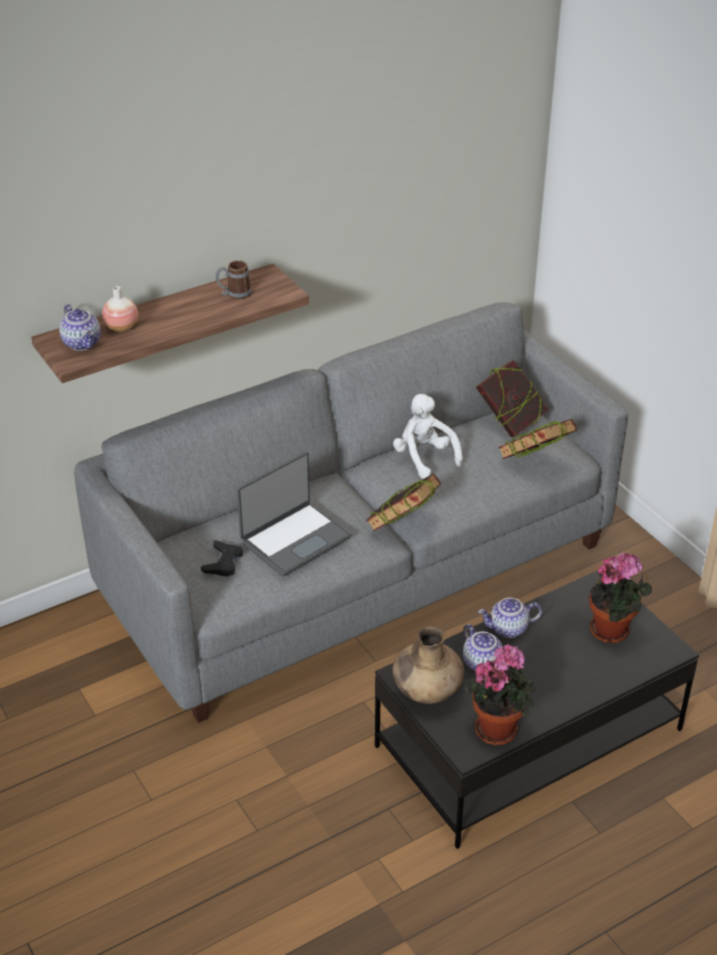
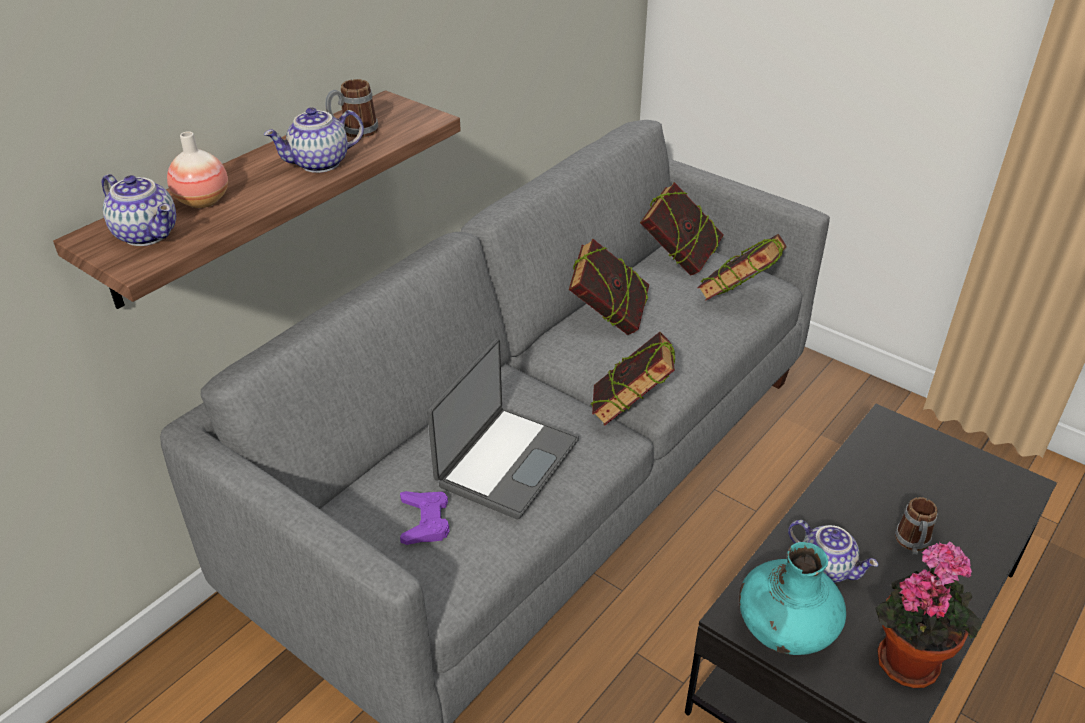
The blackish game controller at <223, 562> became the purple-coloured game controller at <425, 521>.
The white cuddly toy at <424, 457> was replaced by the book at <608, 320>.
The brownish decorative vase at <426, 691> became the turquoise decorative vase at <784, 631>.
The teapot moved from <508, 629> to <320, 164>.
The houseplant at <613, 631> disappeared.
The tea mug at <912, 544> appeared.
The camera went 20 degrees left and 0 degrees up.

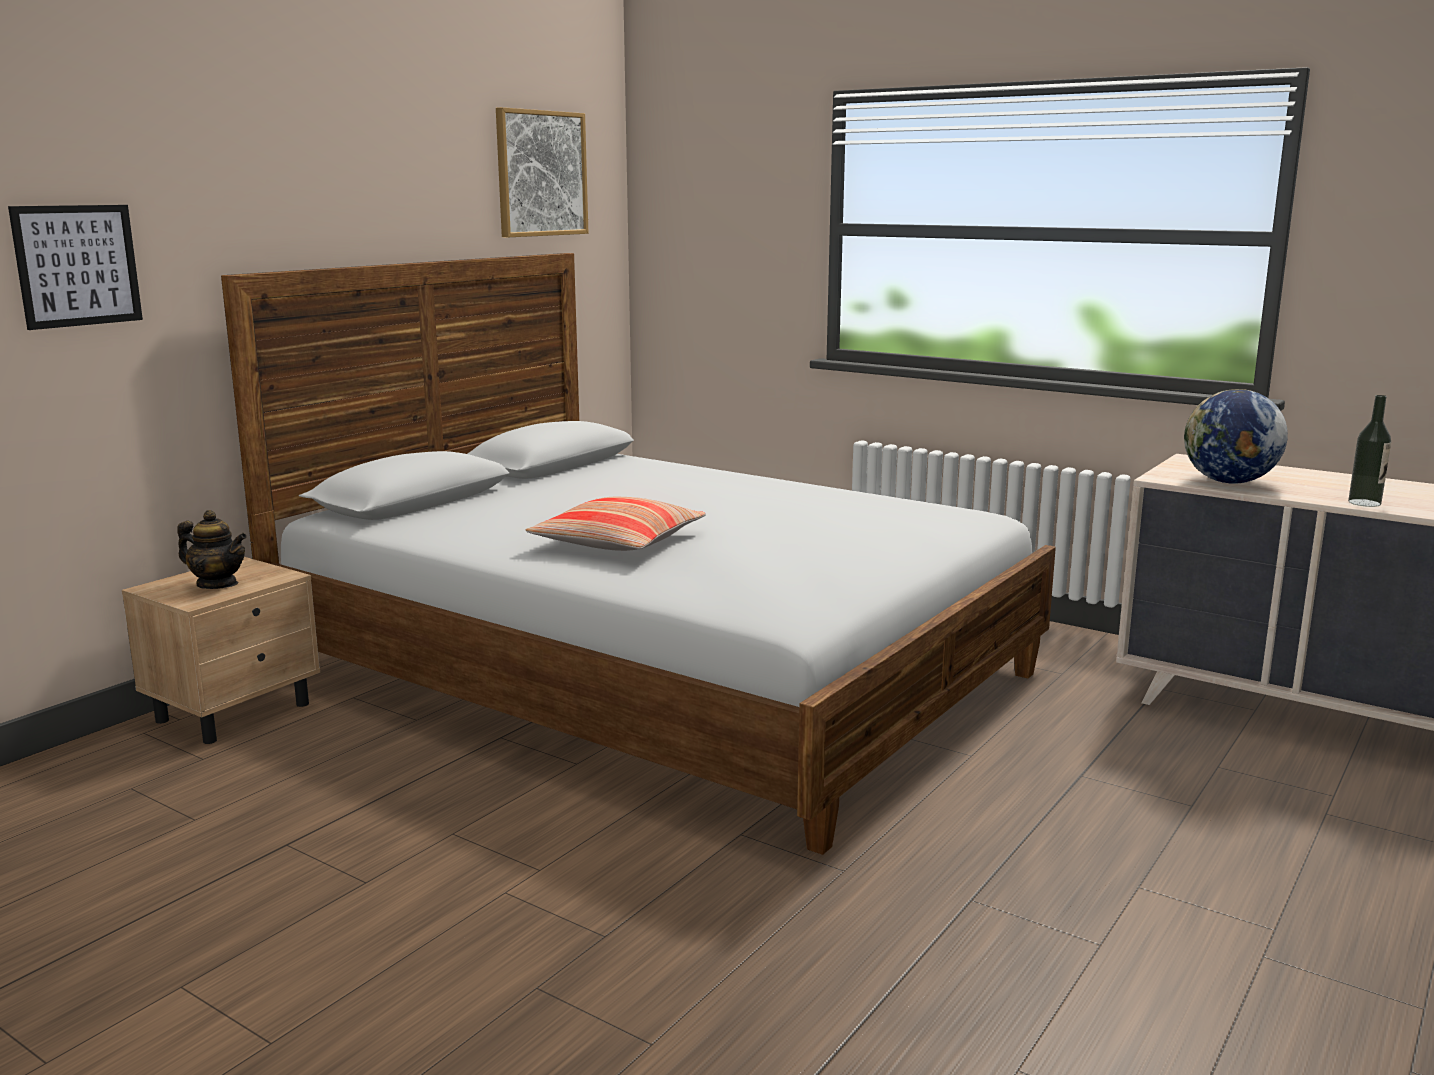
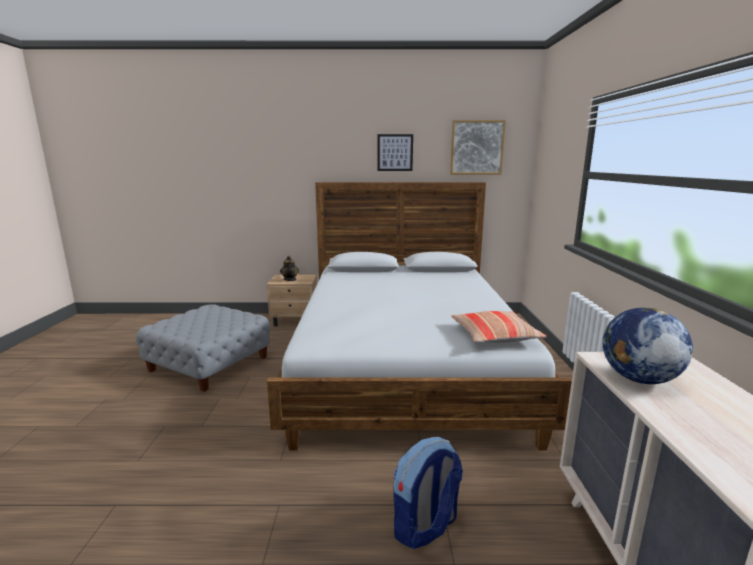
The wall art moved from <77, 265> to <395, 152>.
The pillow moved from <618, 542> to <494, 335>.
The bottle at <1364, 503> disappeared.
The grey ottoman at <209, 364> appeared.
The backpack at <425, 527> appeared.
The camera went 55 degrees right and 0 degrees up.

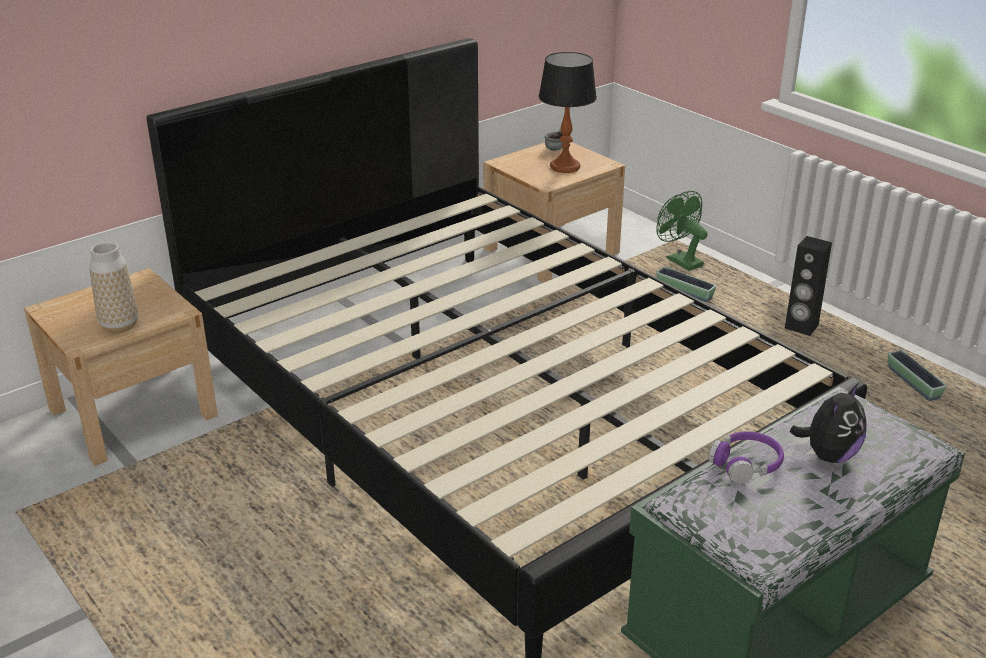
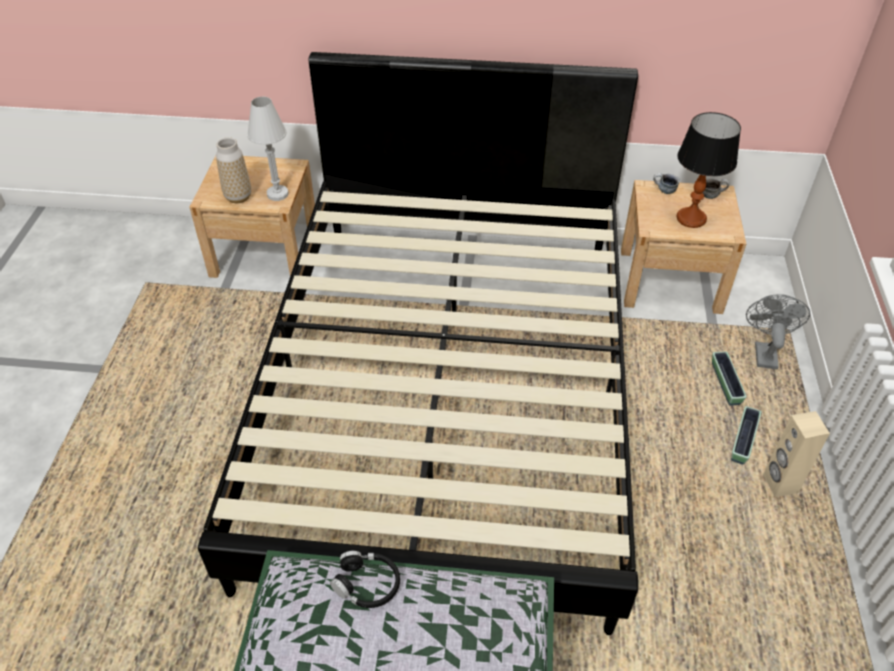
The greenish electric fan at <679, 260> became the grey electric fan at <764, 352>.
The purple-coloured pair of headphones at <746, 464> became the blackish pair of headphones at <367, 584>.
The blackish audio speaker at <801, 328> became the beige-coloured audio speaker at <779, 484>.
The cuddly toy at <828, 455> disappeared.
The planter moved from <913, 384> to <743, 441>.
The white tabletop lamp at <277, 194> appeared.
The tea mug at <663, 191> appeared.
The camera went 45 degrees right and 15 degrees up.

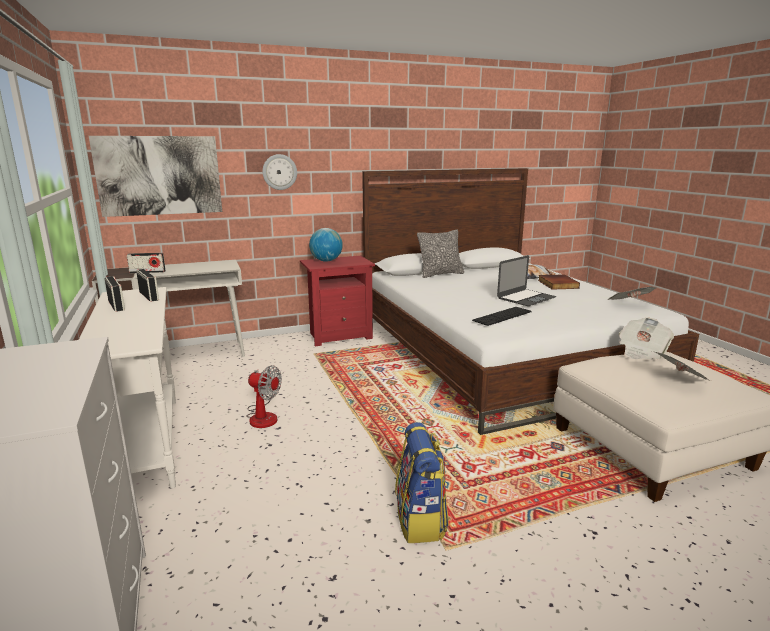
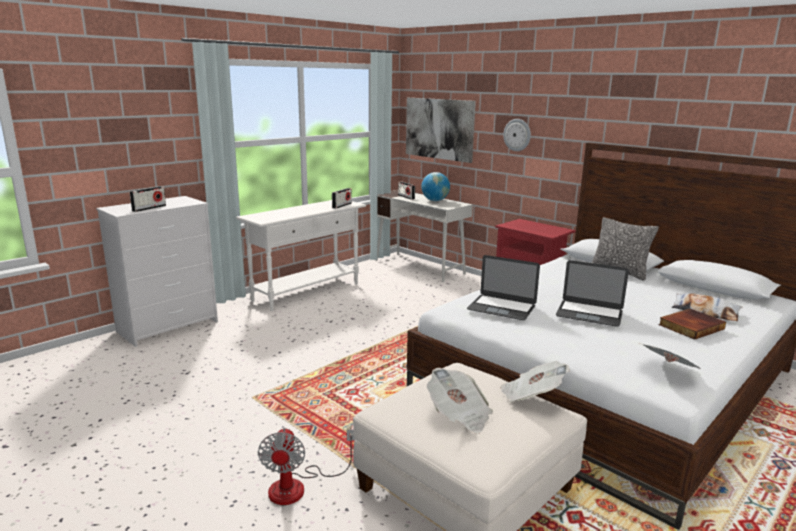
The radio moved from <116, 305> to <149, 208>.
The electric fan moved from <263, 415> to <298, 486>.
The world globe moved from <326, 261> to <435, 200>.
The backpack at <421, 520> disappeared.
The computer keyboard at <502, 316> was replaced by the notebook computer at <501, 307>.
The camera went 65 degrees right and 0 degrees up.

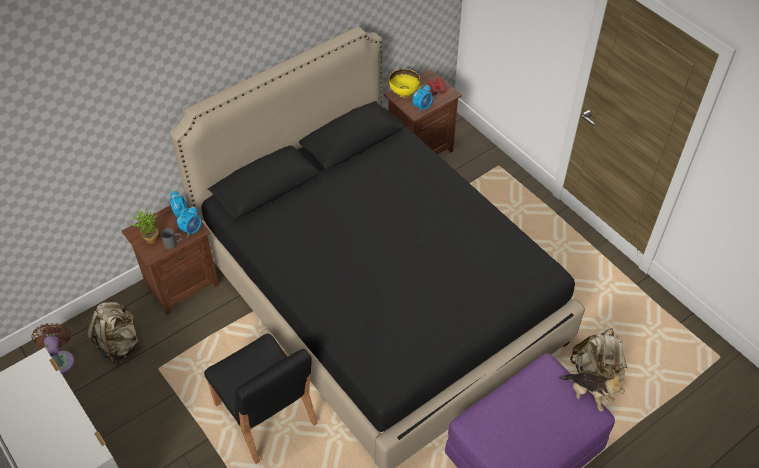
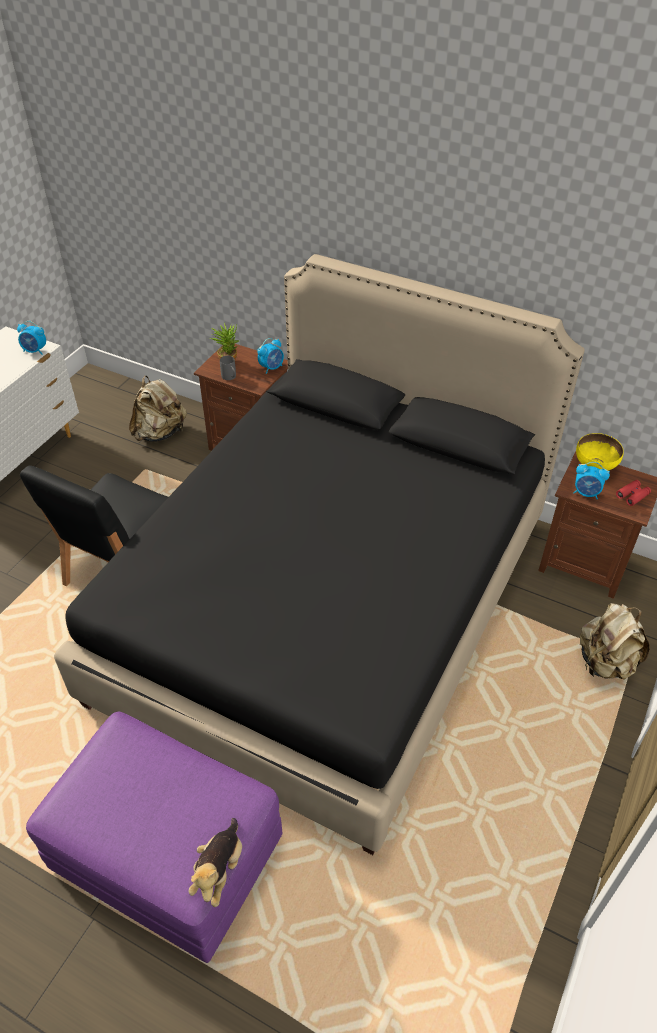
The brownish electric fan at <60, 360> disappeared.
The alarm clock moved from <191, 230> to <35, 351>.
The beige-coloured backpack moved from <596, 371> to <605, 663>.
The camera went 65 degrees right and 5 degrees down.

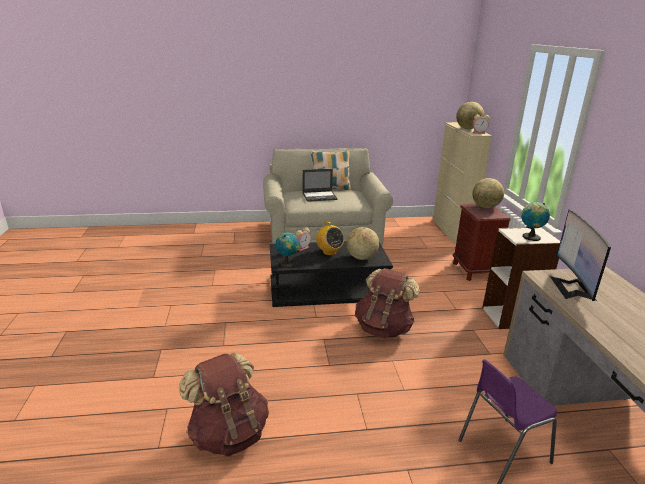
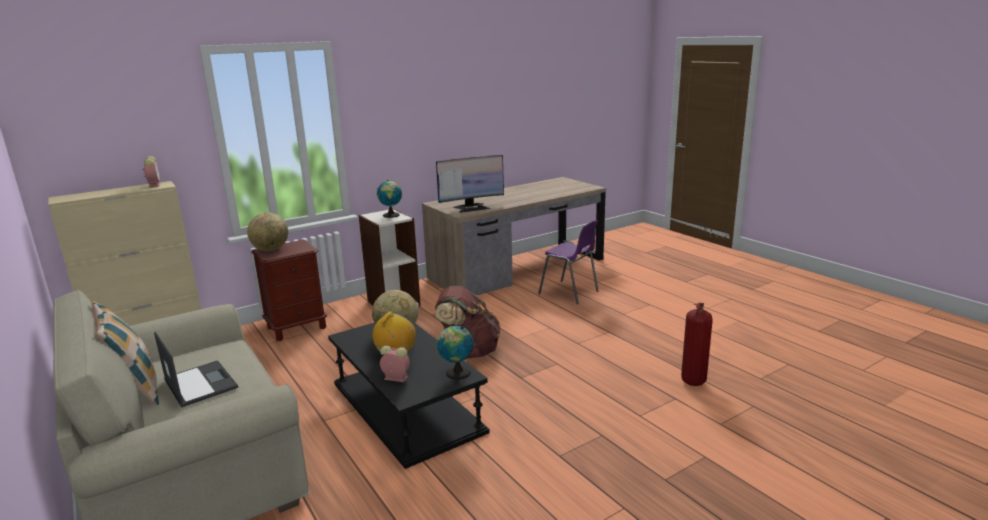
The brownish backpack at <228, 433> was replaced by the fire extinguisher at <693, 381>.
The world globe at <468, 129> disappeared.
The camera went 115 degrees left and 5 degrees down.

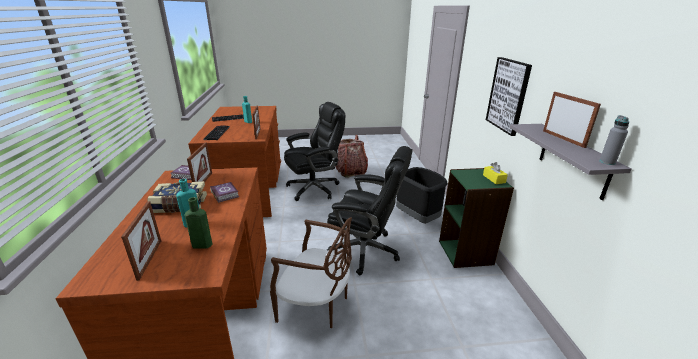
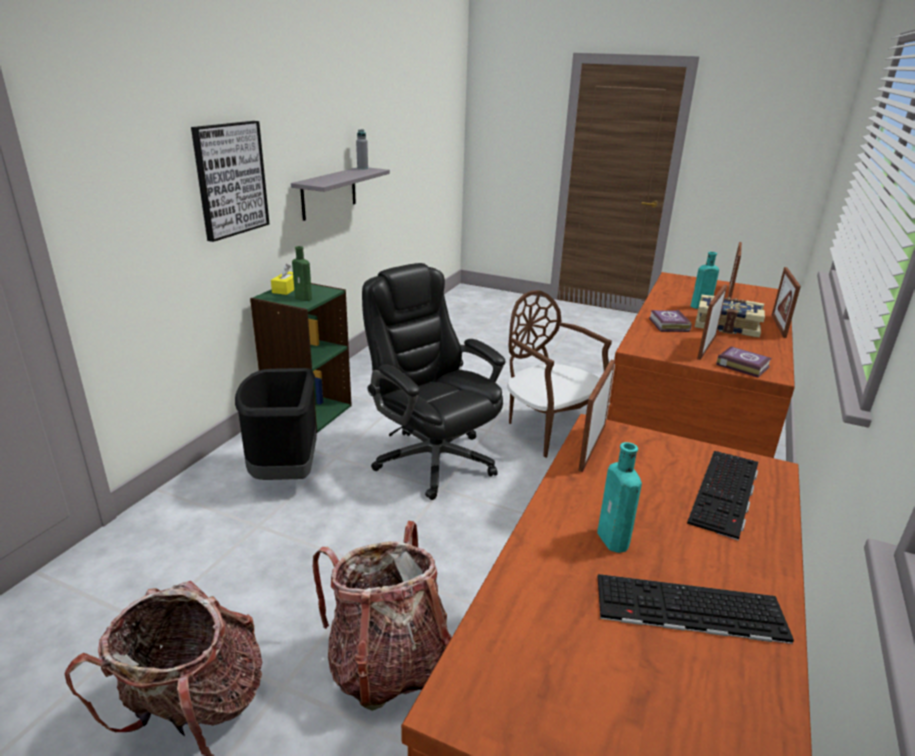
The greenish bottle moved from <200, 245> to <304, 298>.
The blackish office chair at <314, 188> was replaced by the backpack at <388, 664>.
The picture frame moved from <563, 139> to <778, 326>.
The camera went 150 degrees left and 0 degrees up.

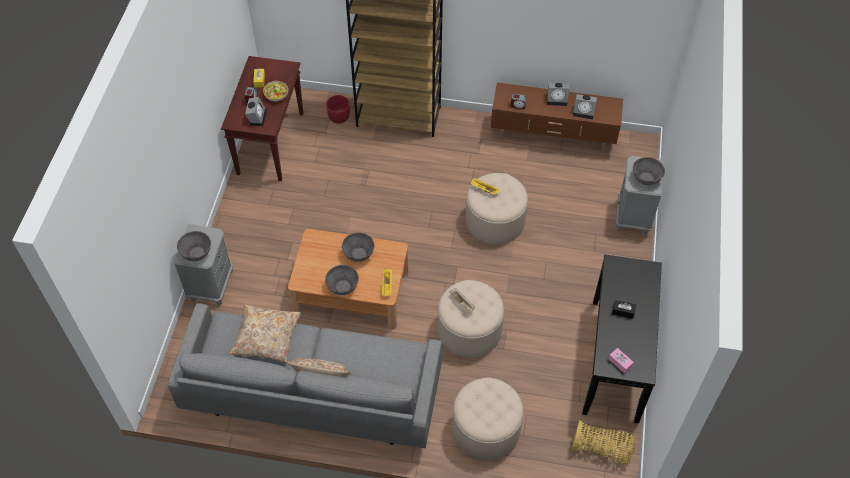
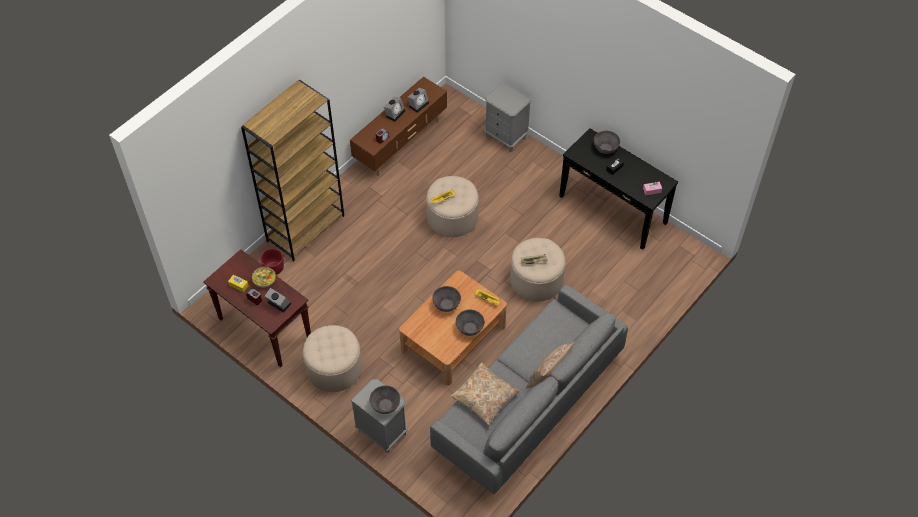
The beige-coloured ottoman moved from <486, 429> to <334, 368>.
The basket at <602, 449> disappeared.
The grey serving bowl moved from <646, 178> to <605, 148>.
The camera went 60 degrees left and 0 degrees up.

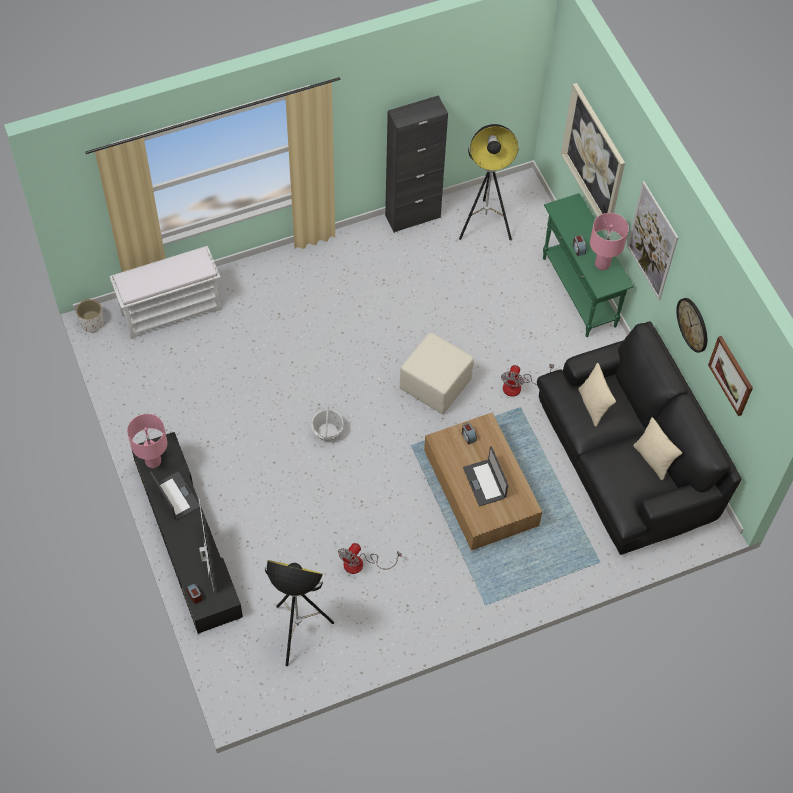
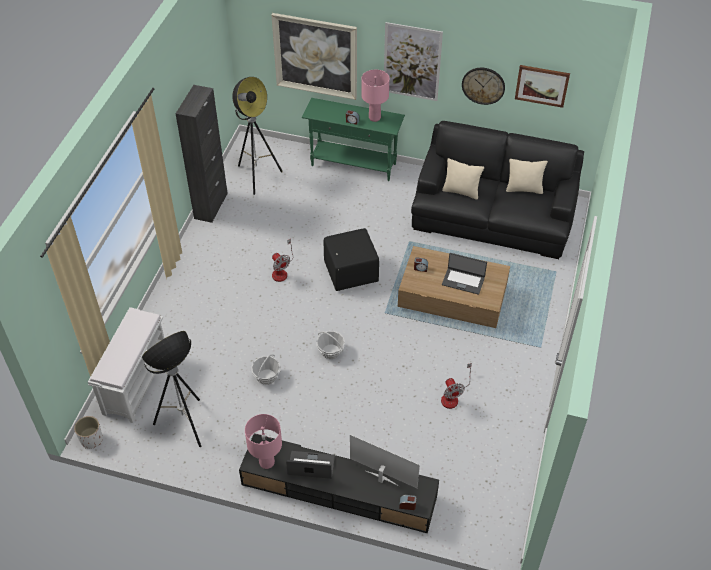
The floor lamp moved from <298, 633> to <185, 425>.
The beige-coloured ottoman at <434, 385> became the blackish ottoman at <350, 273>.
The electric fan moved from <518, 386> to <281, 271>.
The basket at <266, 377> appeared.
The camera went 50 degrees left and 10 degrees down.

